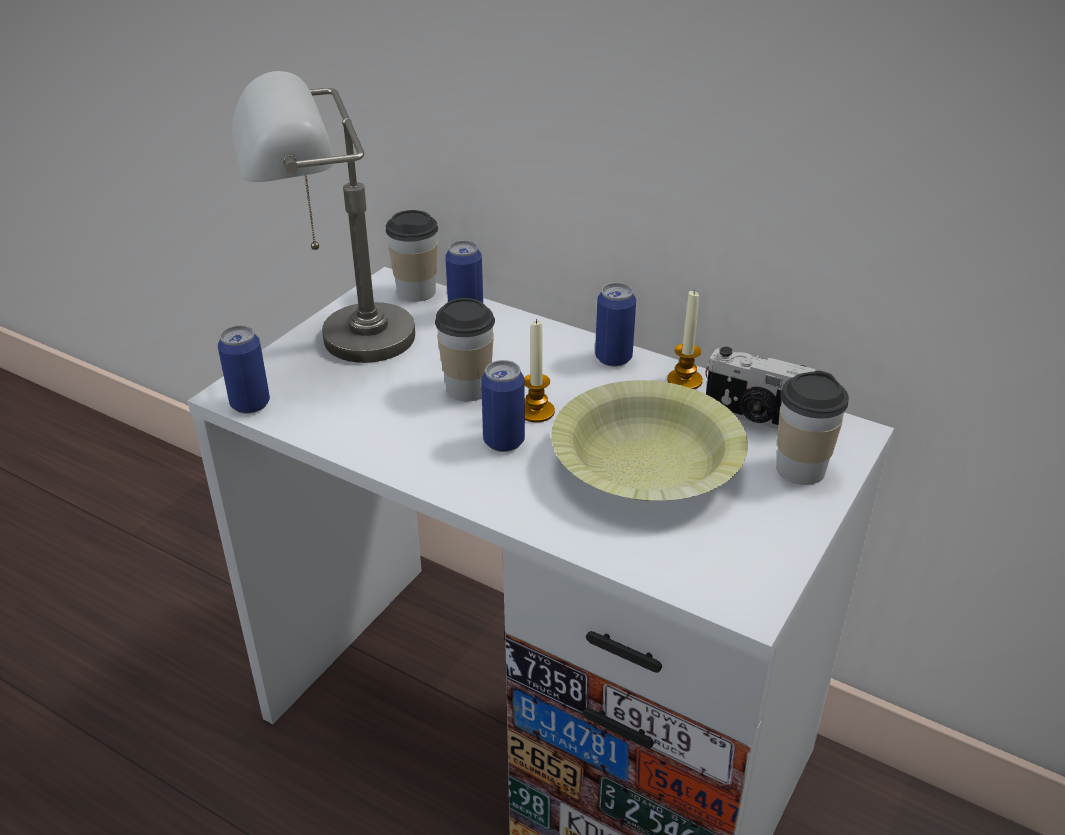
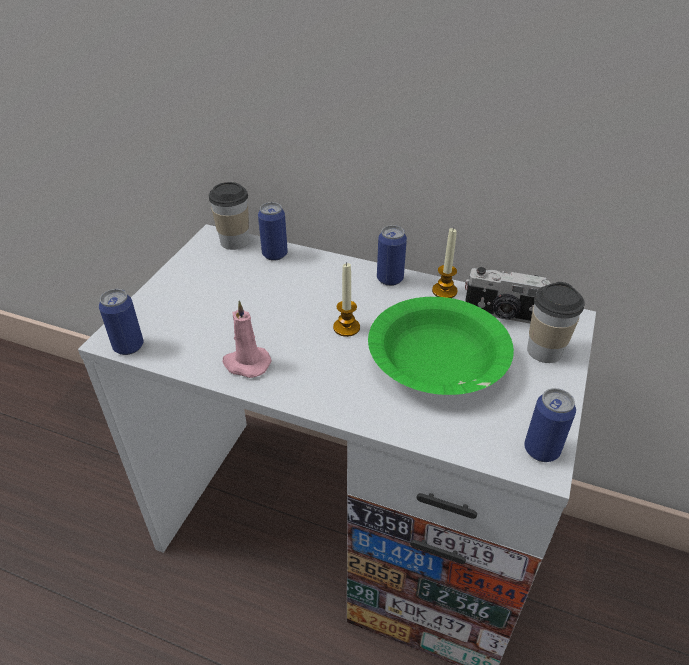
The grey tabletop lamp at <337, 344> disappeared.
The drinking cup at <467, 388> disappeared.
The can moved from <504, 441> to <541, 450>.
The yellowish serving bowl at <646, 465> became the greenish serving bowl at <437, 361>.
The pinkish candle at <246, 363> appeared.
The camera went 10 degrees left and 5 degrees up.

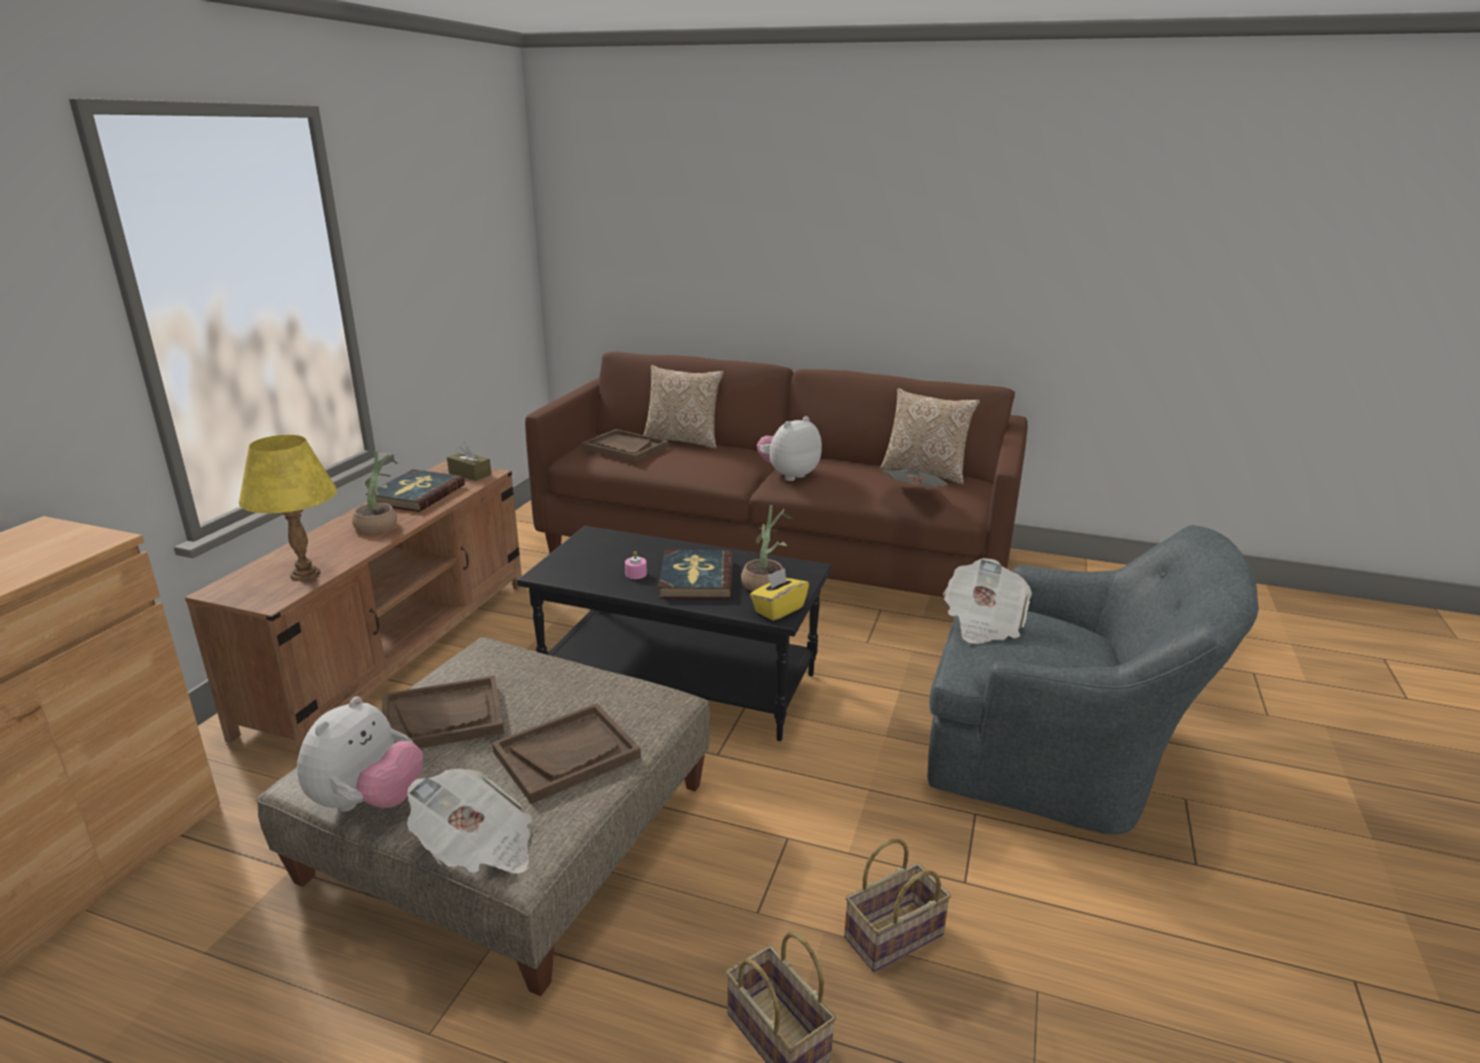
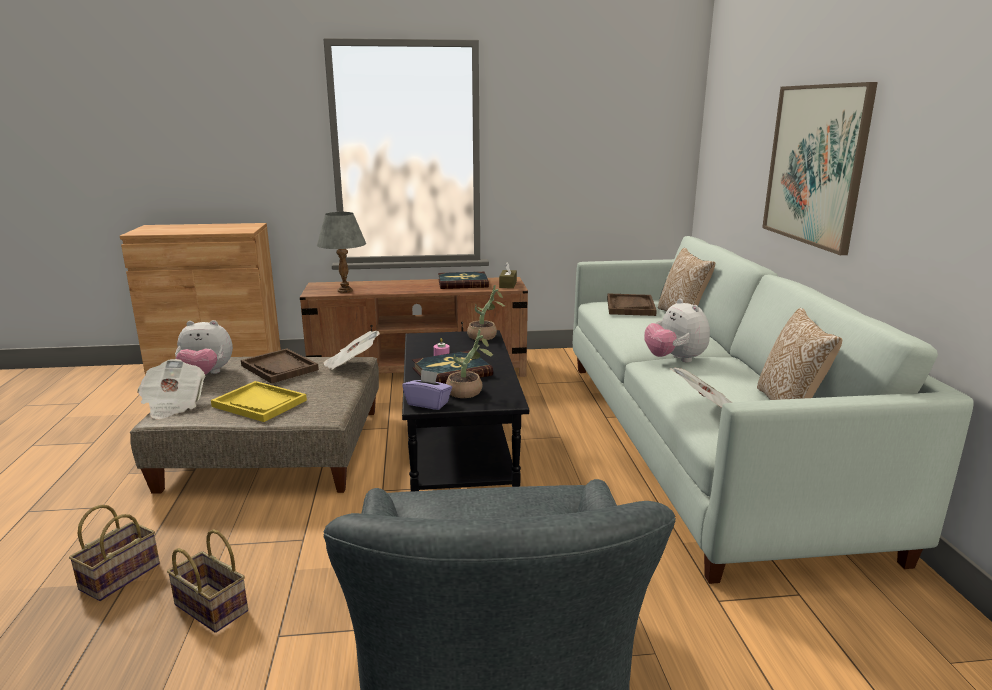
The yellowish tabletop lamp at <306, 574> became the grey tabletop lamp at <345, 290>.
The houseplant moved from <380, 524> to <486, 336>.
The brownish serving tray at <567, 754> became the yellowish serving tray at <260, 403>.
The brownish couch at <774, 551> became the white couch at <700, 442>.
The yellowish box of tissues at <778, 609> became the purple-coloured box of tissues at <428, 403>.
The cuddly toy at <788, 475> turned 135 degrees counterclockwise.
The printed paper moved from <983, 623> to <351, 364>.
The wall art at <815, 165> appeared.
The camera went 65 degrees right and 5 degrees down.

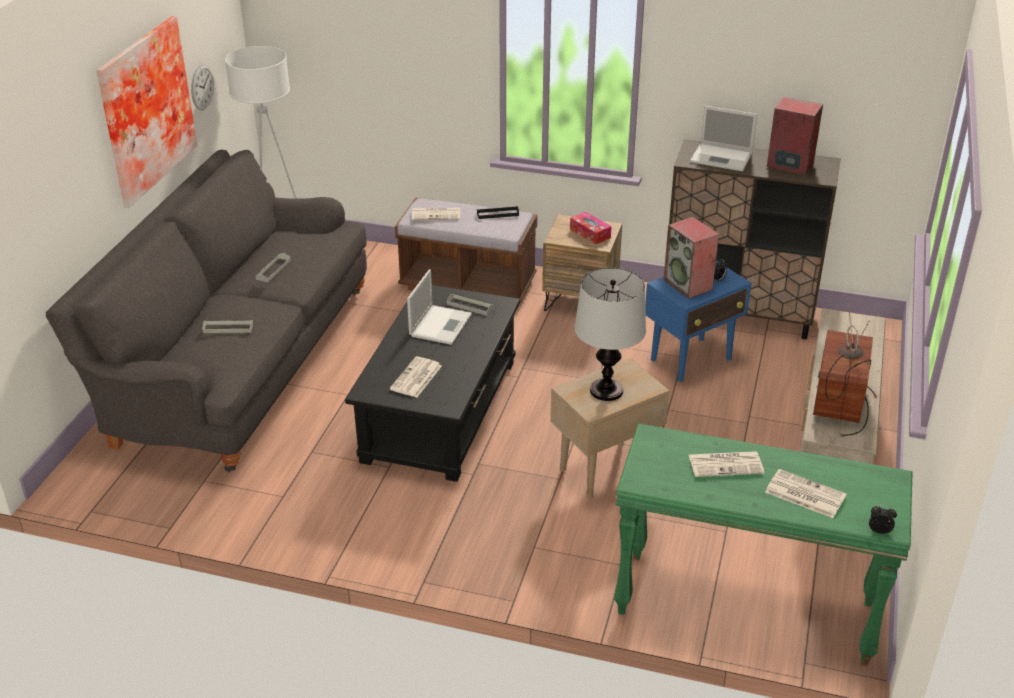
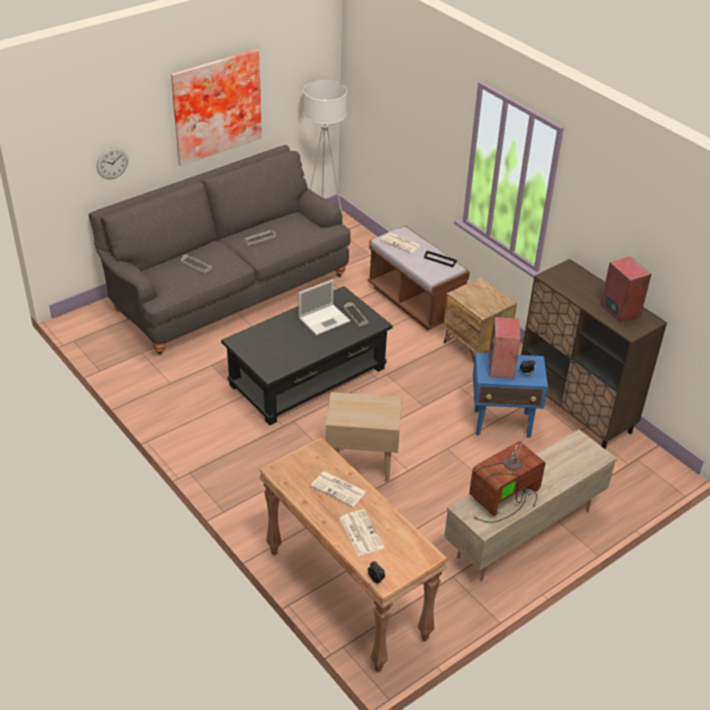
The clock on the wall moved from <202, 87> to <112, 163>.
The printed paper at <416, 378> disappeared.
The box of tissues at <590, 233> disappeared.
The tabletop lamp at <606, 391> disappeared.
The greenish hall table at <744, 609> became the brownish hall table at <345, 595>.
The notebook computer at <722, 158> disappeared.
The camera went 35 degrees right and 5 degrees up.

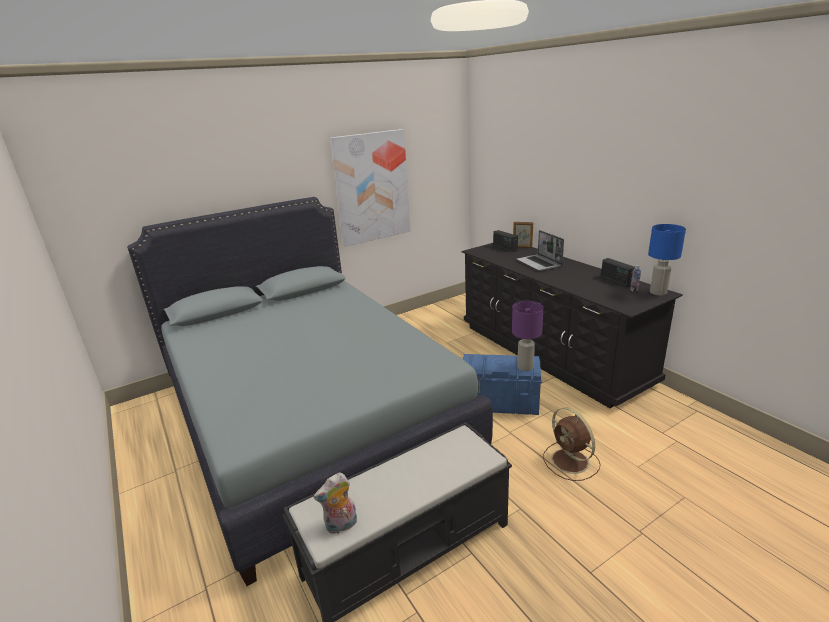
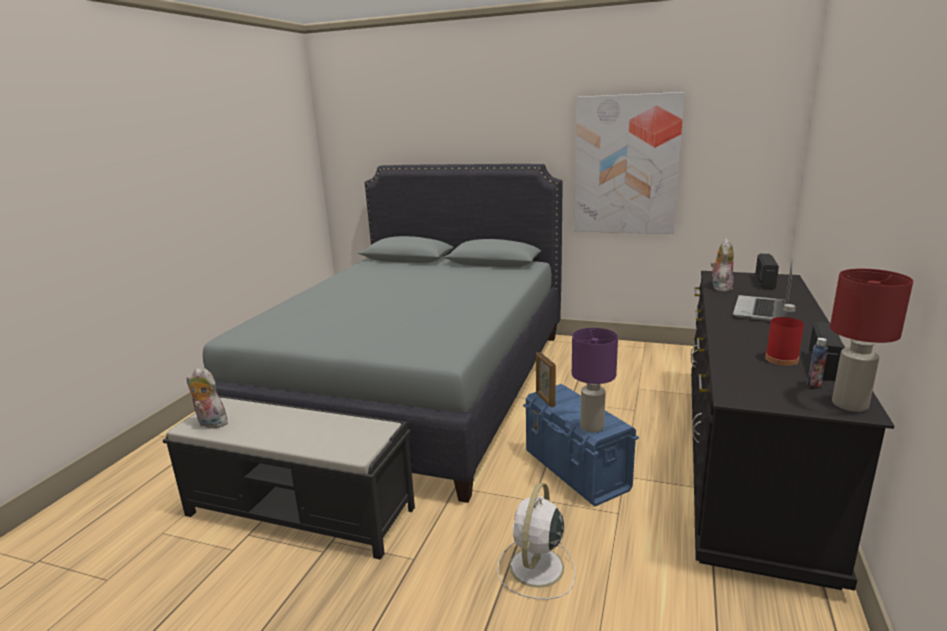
The picture frame moved from <522, 247> to <545, 400>.
The brownish electric fan at <571, 462> became the white electric fan at <536, 568>.
The blue-coloured tabletop lamp at <658, 293> became the red-coloured tabletop lamp at <850, 405>.
The cuddly toy at <720, 287> appeared.
The red-coloured bottle at <781, 359> appeared.
The camera went 50 degrees right and 5 degrees down.

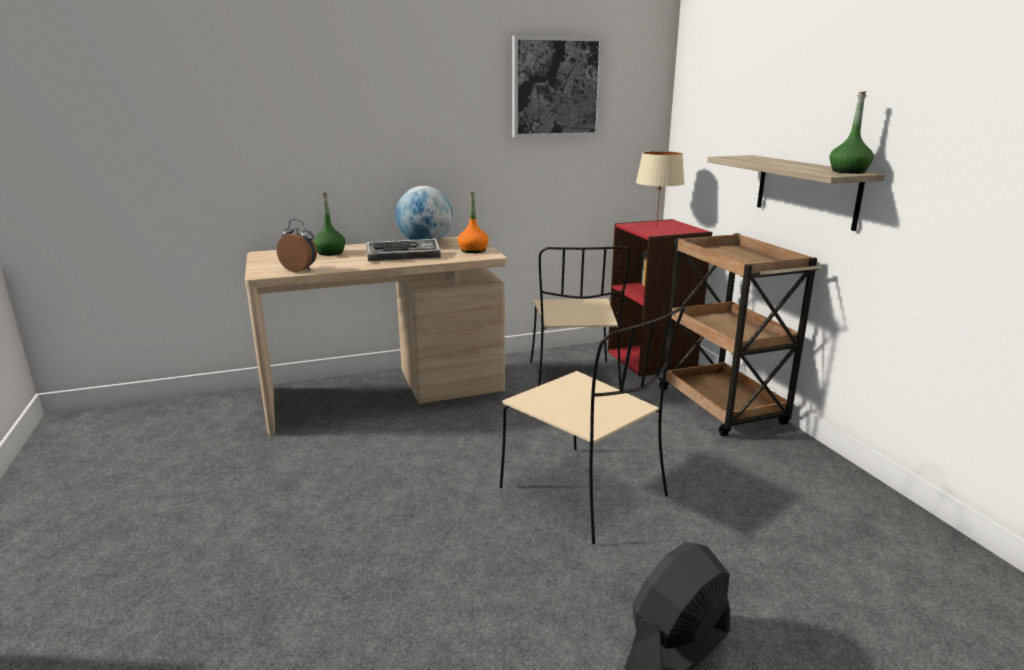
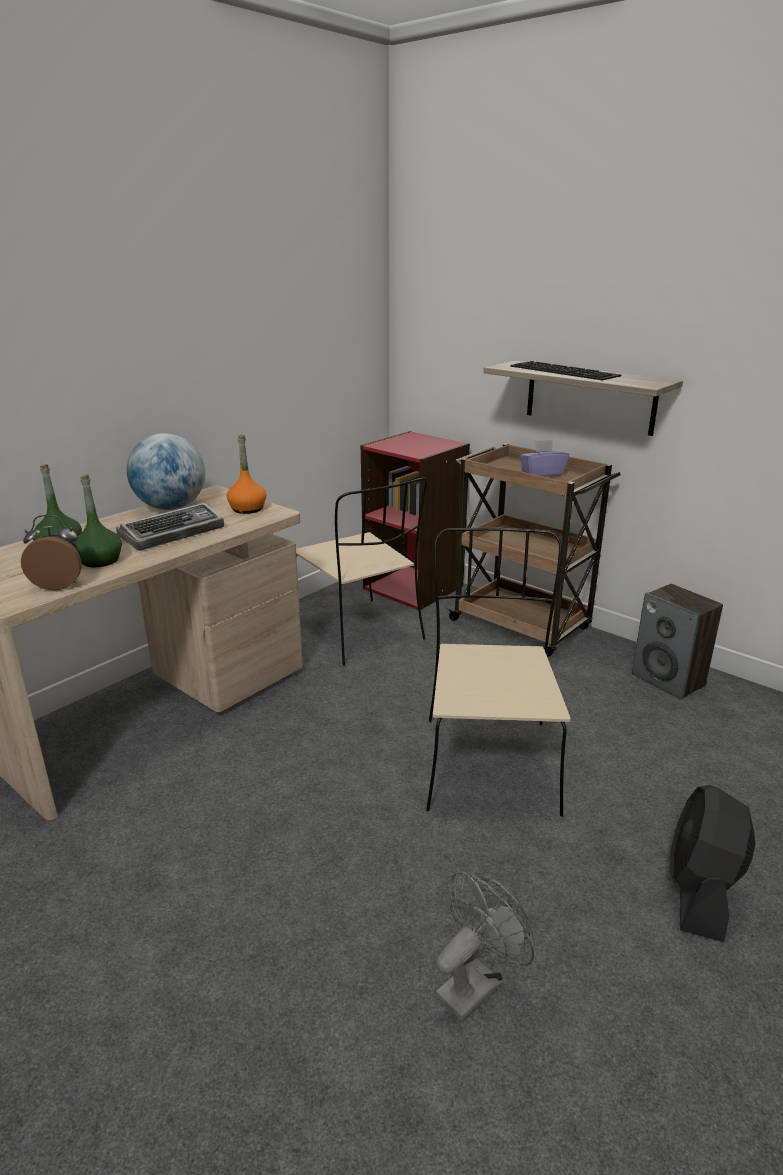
The beige-coloured chair at <586, 494> turned 105 degrees counterclockwise.
The wall art at <555, 87> disappeared.
The beige-coloured tabletop lamp at <657, 226> disappeared.
The greenish bottle moved from <848, 171> to <100, 561>.
The grey electric fan at <476, 983> appeared.
The computer keyboard at <566, 371> appeared.
The purple-coloured box of tissues at <542, 474> appeared.
The audio speaker at <669, 680> appeared.
The camera went 30 degrees left and 5 degrees up.

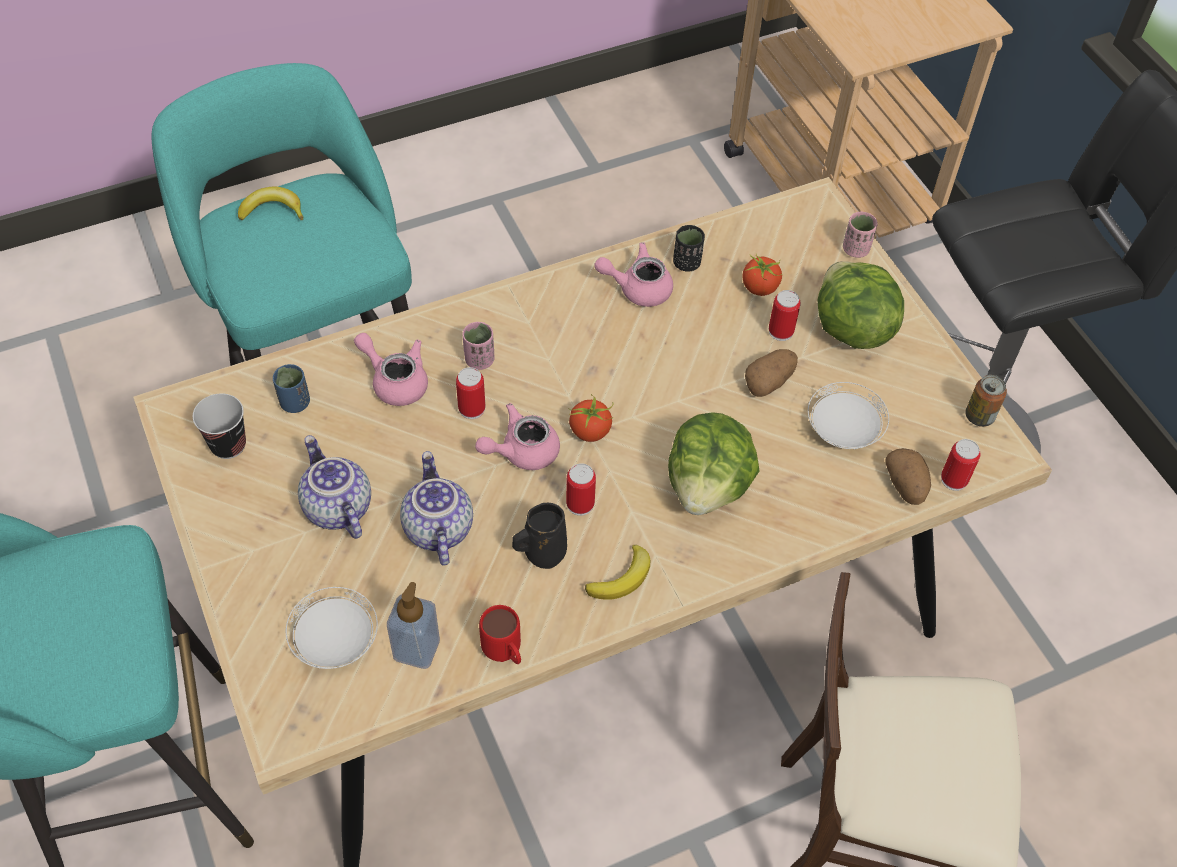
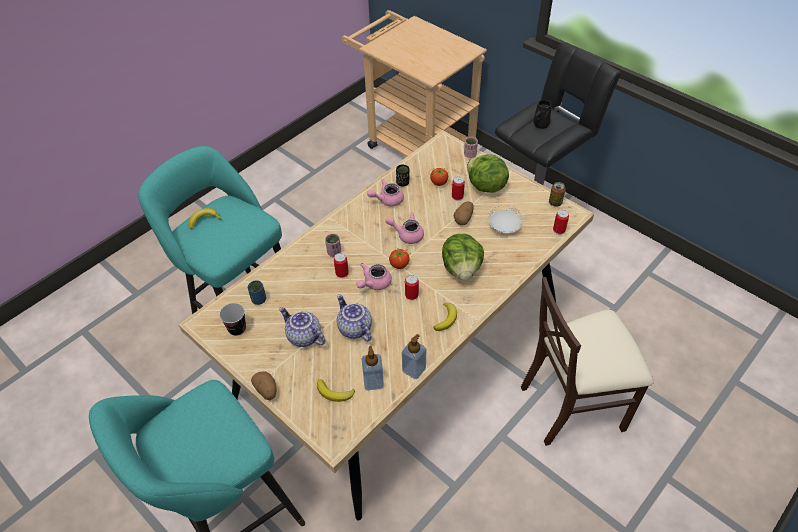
The white plate at <335, 641> was replaced by the whole banana at <334, 393>.
The pinkish teapot moved from <395, 381> to <407, 234>.
The red-coloured tea mug at <505, 656> was replaced by the liquid soap bottle at <414, 369>.
The blackish tea mug moved from <542, 553> to <540, 125>.
The spud moved from <906, 486> to <266, 390>.
The camera went 20 degrees left and 5 degrees down.

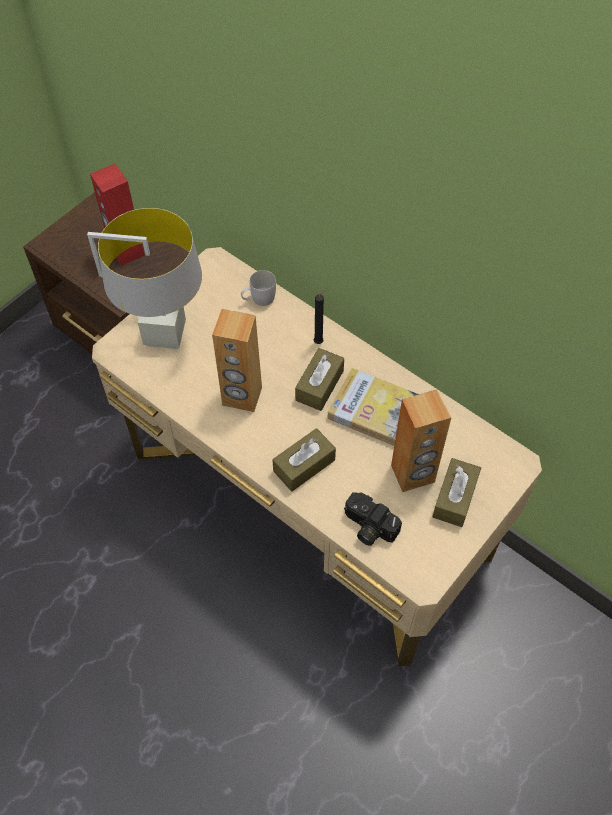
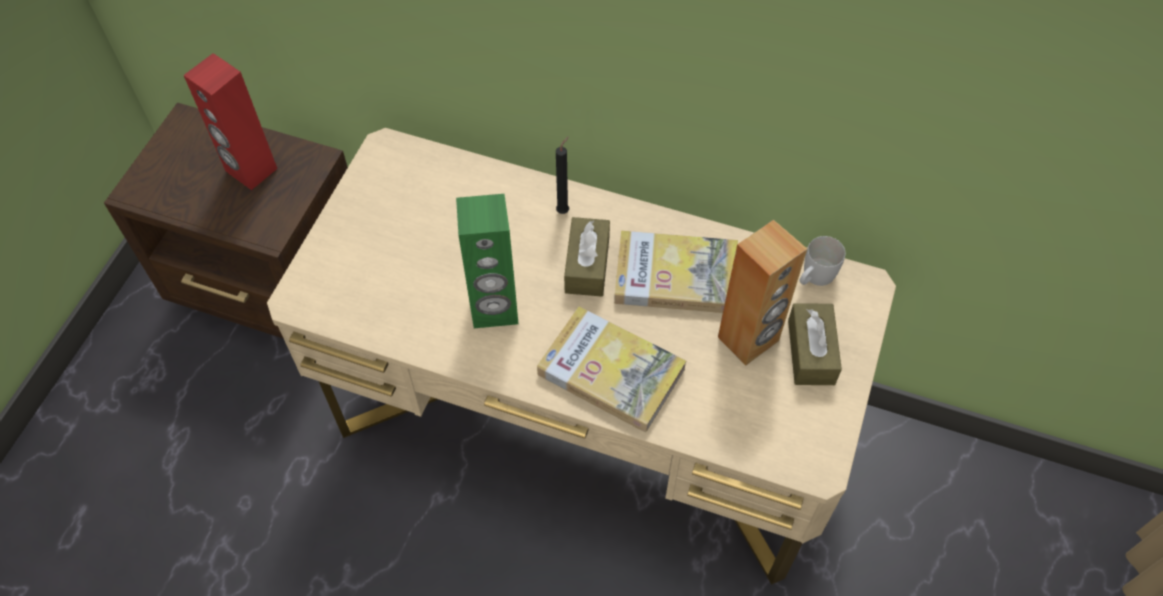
The grey tabletop lamp at <164, 334> disappeared.
The brownish audio speaker at <242, 397> became the greenish audio speaker at <494, 309>.
The white tea mug moved from <258, 299> to <814, 277>.
The brownish box of tissues at <304, 465> was replaced by the book at <611, 371>.
The still camera at <368, 527> disappeared.
The camera went 20 degrees left and 0 degrees up.

